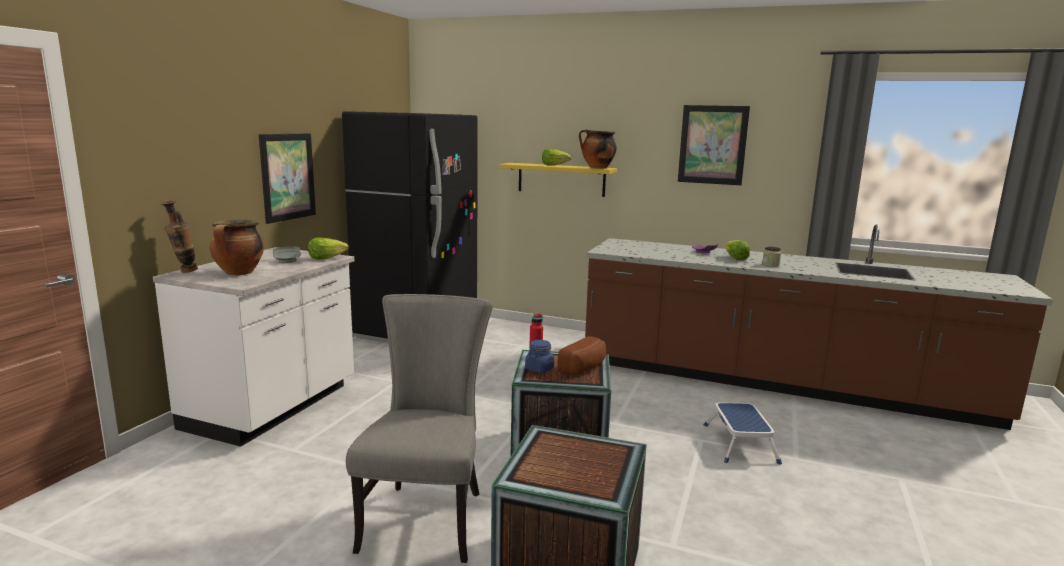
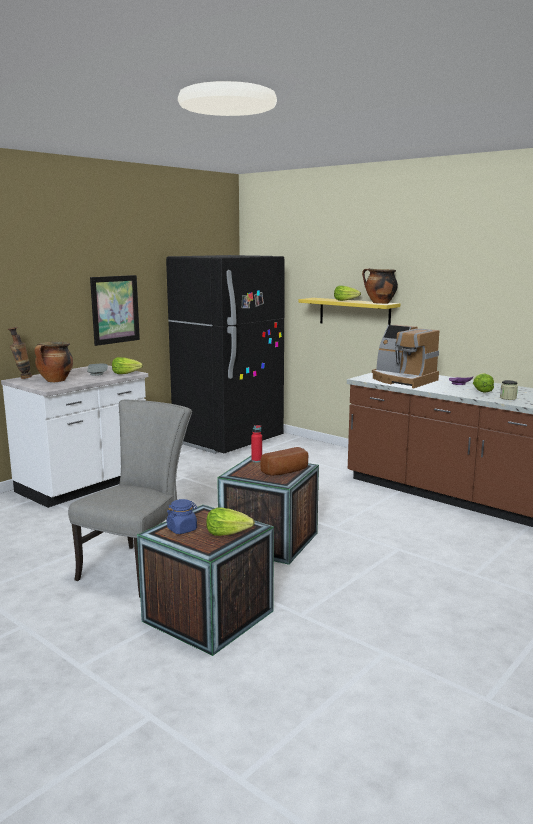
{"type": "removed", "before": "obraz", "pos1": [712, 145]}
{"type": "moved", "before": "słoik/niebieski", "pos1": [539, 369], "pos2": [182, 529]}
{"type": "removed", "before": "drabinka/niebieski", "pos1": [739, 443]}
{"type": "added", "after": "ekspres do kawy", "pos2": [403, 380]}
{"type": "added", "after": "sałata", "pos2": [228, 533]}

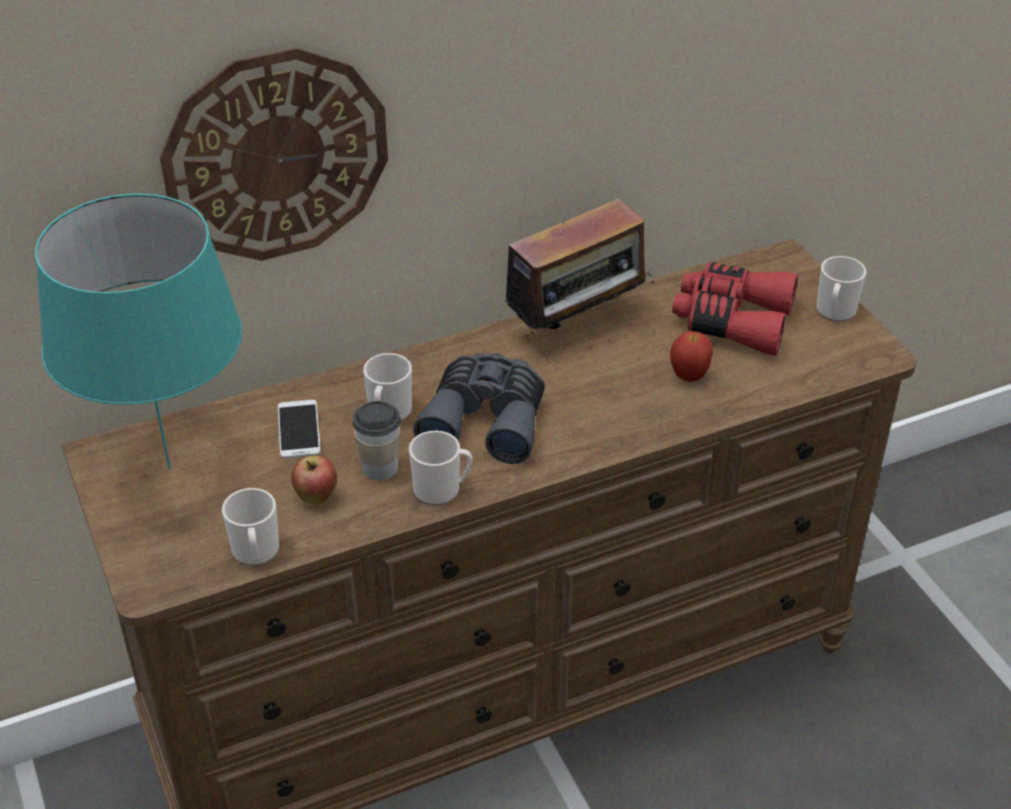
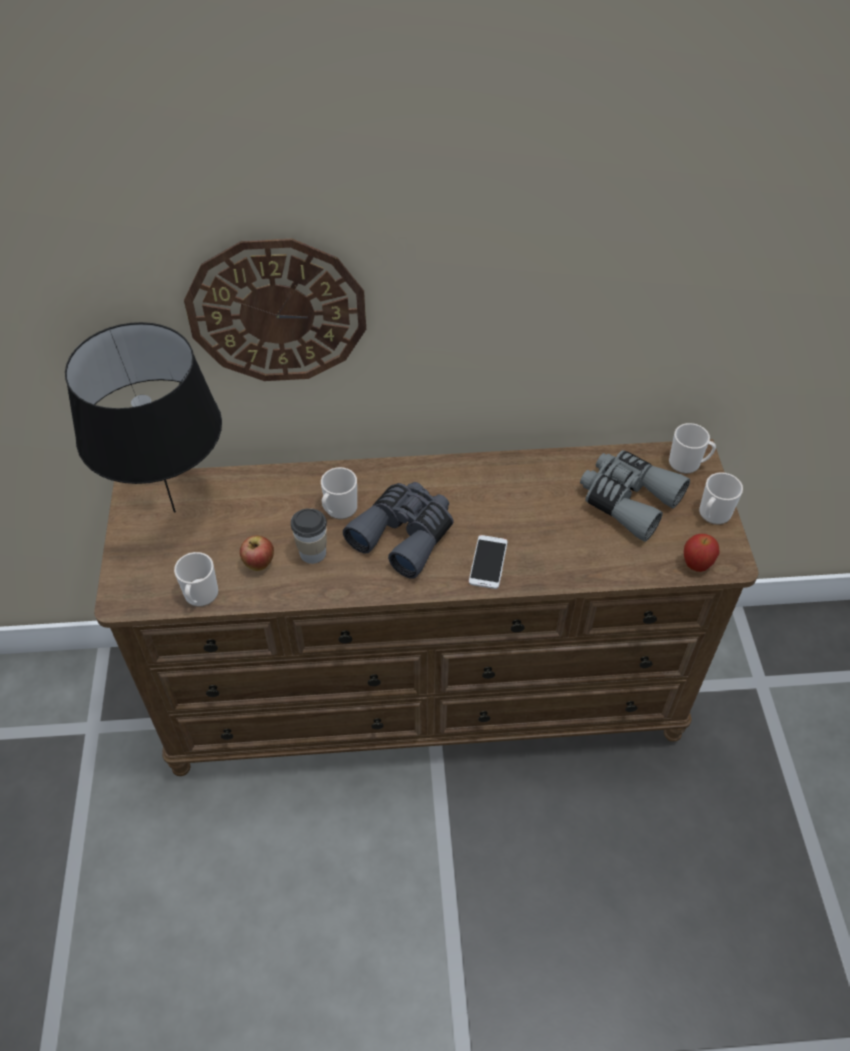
{"type": "recoloured", "before": "lampa stołowa/turkusowy", "after": "lampa stołowa/czarny", "pos1": [169, 467], "pos2": [175, 511]}
{"type": "removed", "before": "radio", "pos1": [577, 326]}
{"type": "recoloured", "before": "lornetka/czerwony", "after": "lornetka/szary", "pos1": [732, 320], "pos2": [627, 500]}
{"type": "moved", "before": "jabłko", "pos1": [689, 376], "pos2": [696, 565]}
{"type": "moved", "before": "telefon", "pos1": [299, 429], "pos2": [488, 562]}
{"type": "moved", "before": "kubek", "pos1": [442, 490], "pos2": [687, 463]}

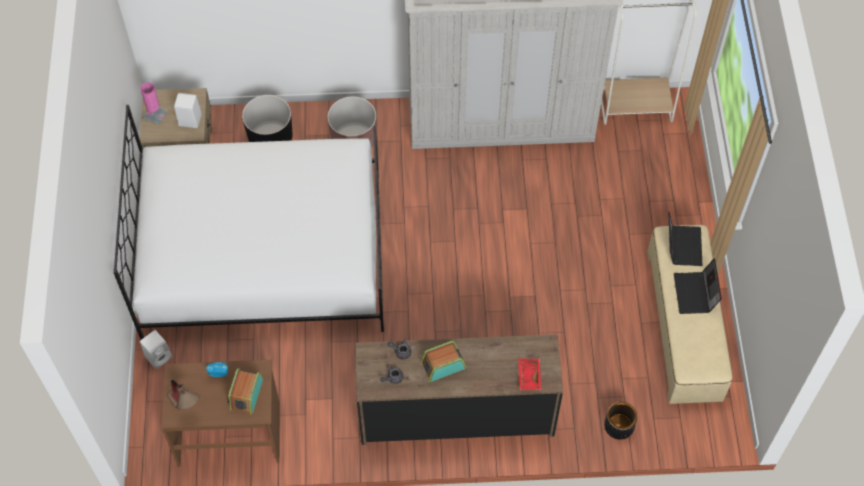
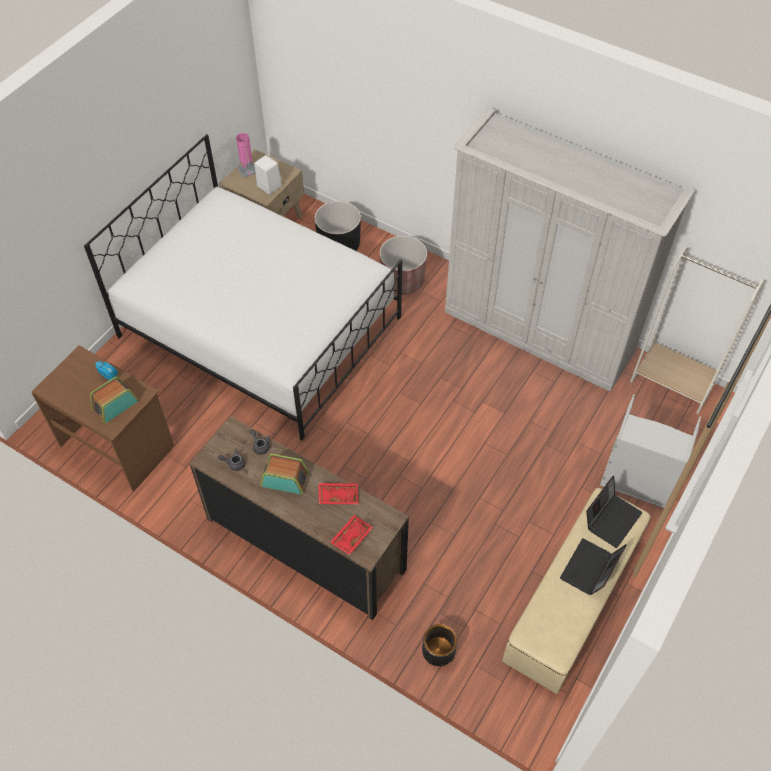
{"type": "removed", "before": "głośnik/biały", "pos1": [159, 356]}
{"type": "removed", "before": "lampa stołowa", "pos1": [186, 405]}
{"type": "added", "after": "kosz na pranie/szary", "pos2": [637, 482]}
{"type": "added", "after": "taca/czerwony", "pos2": [338, 495]}

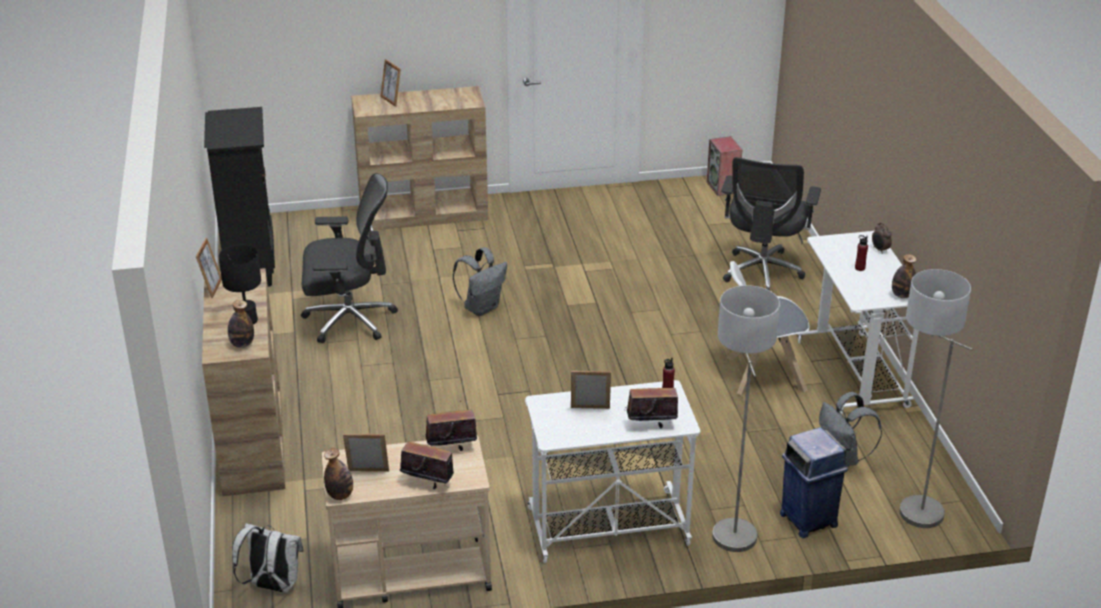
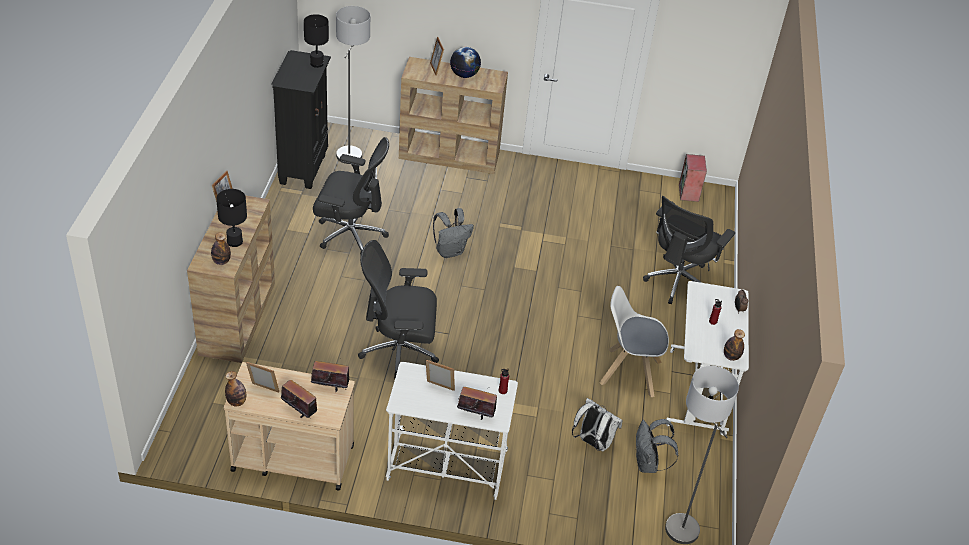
{"type": "moved", "before": "lampa stojąca/szary", "pos1": [731, 527], "pos2": [351, 151]}
{"type": "removed", "before": "kosz na śmieci/niebieski", "pos1": [808, 519]}
{"type": "moved", "before": "plecak/biały", "pos1": [272, 586], "pos2": [592, 442]}
{"type": "added", "after": "lampa stołowa/czarny", "pos2": [317, 63]}
{"type": "added", "after": "globus", "pos2": [464, 75]}
{"type": "added", "after": "krzesło biurowe", "pos2": [400, 351]}

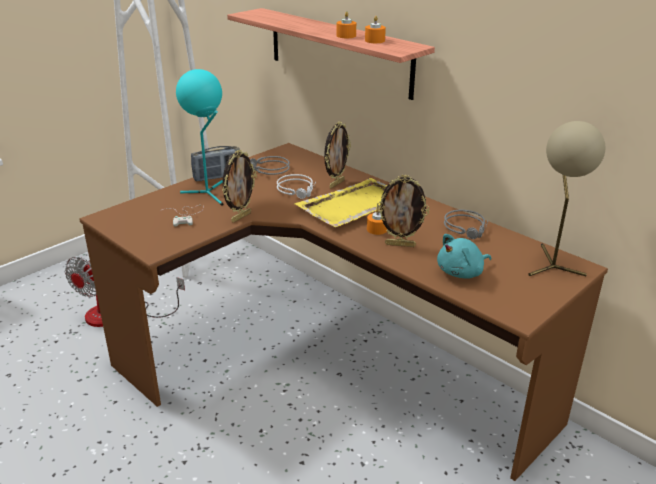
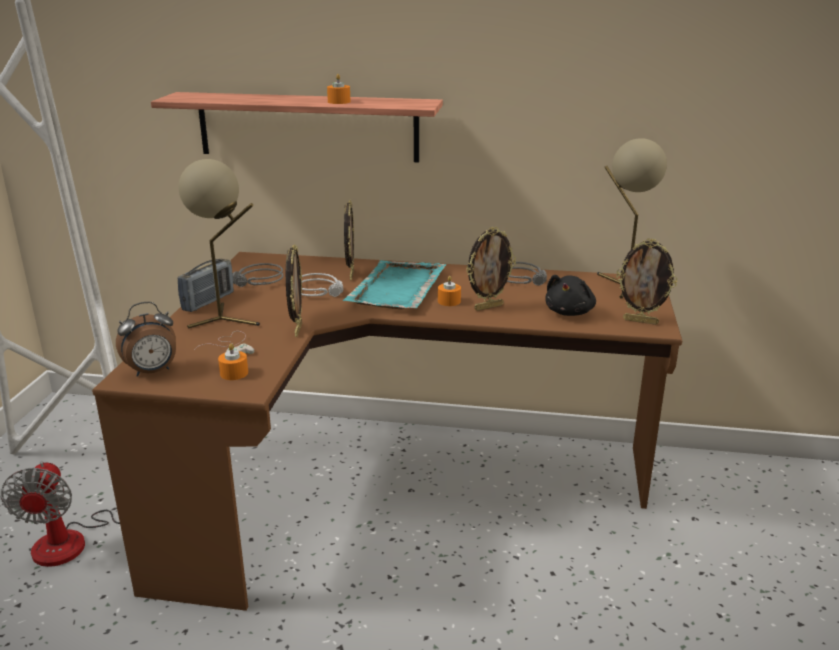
{"type": "moved", "before": "świeca/pomarańczowy", "pos1": [374, 40], "pos2": [234, 373]}
{"type": "recoloured", "before": "lampa stołowa/turkusowy", "after": "lampa stołowa/beżowy", "pos1": [209, 194], "pos2": [225, 320]}
{"type": "recoloured", "before": "taca/żółty", "after": "taca/turkusowy", "pos1": [353, 205], "pos2": [396, 288]}
{"type": "recoloured", "before": "pluszak/turkusowy", "after": "pluszak/czarny", "pos1": [462, 272], "pos2": [570, 312]}
{"type": "added", "after": "ramka na zdjęcie", "pos2": [640, 321]}
{"type": "added", "after": "budzik", "pos2": [152, 372]}

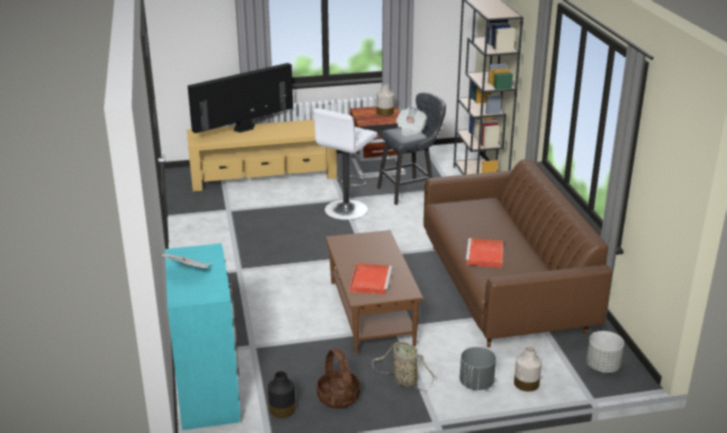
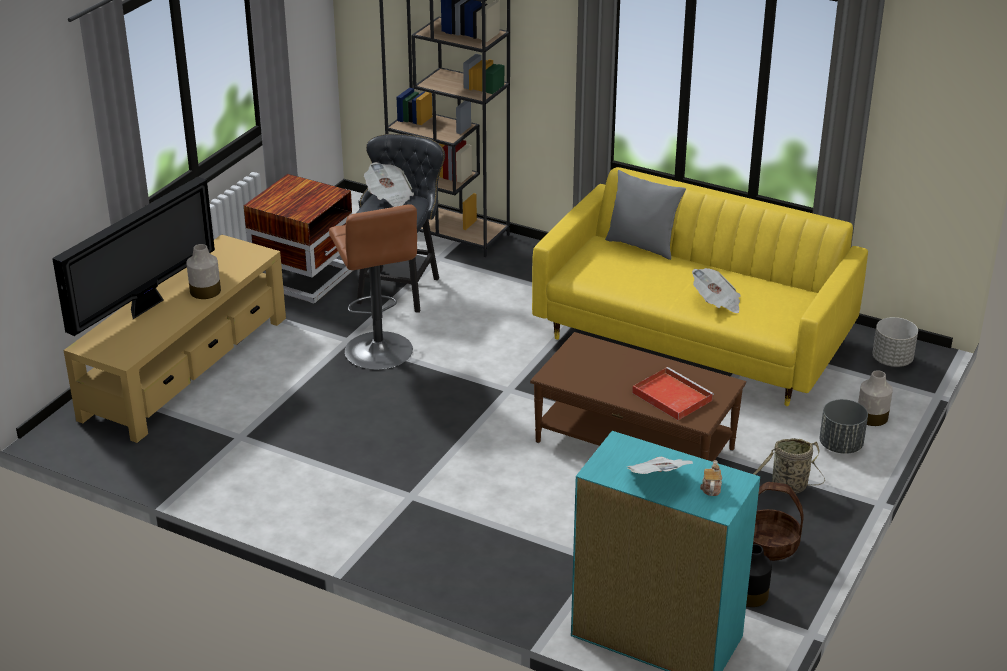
{"type": "turned", "before": "telewizor", "pos1": [244, 129], "pos2": [146, 306], "turn": -150}
{"type": "moved", "before": "wazon/beżowy", "pos1": [384, 112], "pos2": [205, 291]}
{"type": "recoloured", "before": "stołek/biały", "after": "stołek/brązowy", "pos1": [345, 210], "pos2": [378, 351]}
{"type": "recoloured", "before": "kanapa/brązowy", "after": "kanapa/żółty", "pos1": [503, 289], "pos2": [693, 340]}
{"type": "replaced", "before": "taca/czerwony", "after": "gazeta", "pos1": [485, 255], "pos2": [716, 302]}
{"type": "added", "after": "poduszka/szary", "pos2": [642, 245]}
{"type": "added", "after": "imbryk", "pos2": [711, 487]}

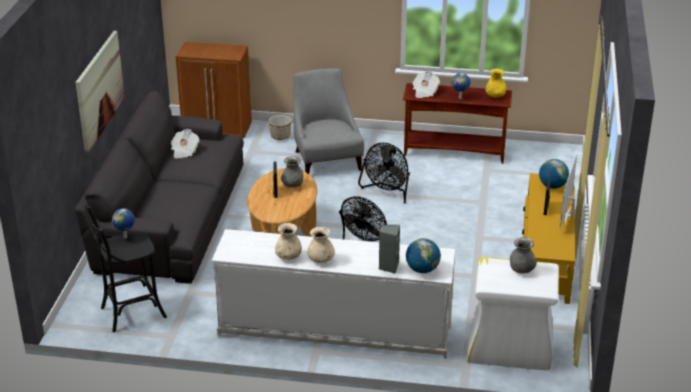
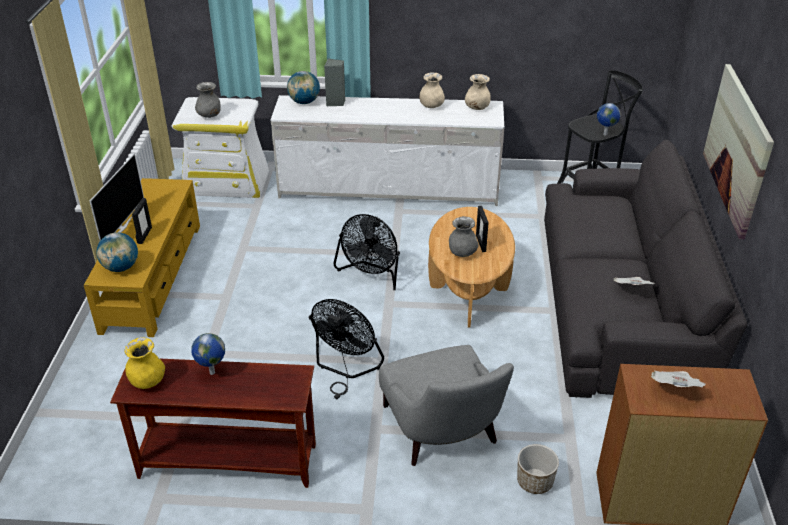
{"type": "moved", "before": "gazeta", "pos1": [424, 92], "pos2": [675, 389]}
{"type": "moved", "before": "wazon/beżowy", "pos1": [321, 260], "pos2": [477, 108]}

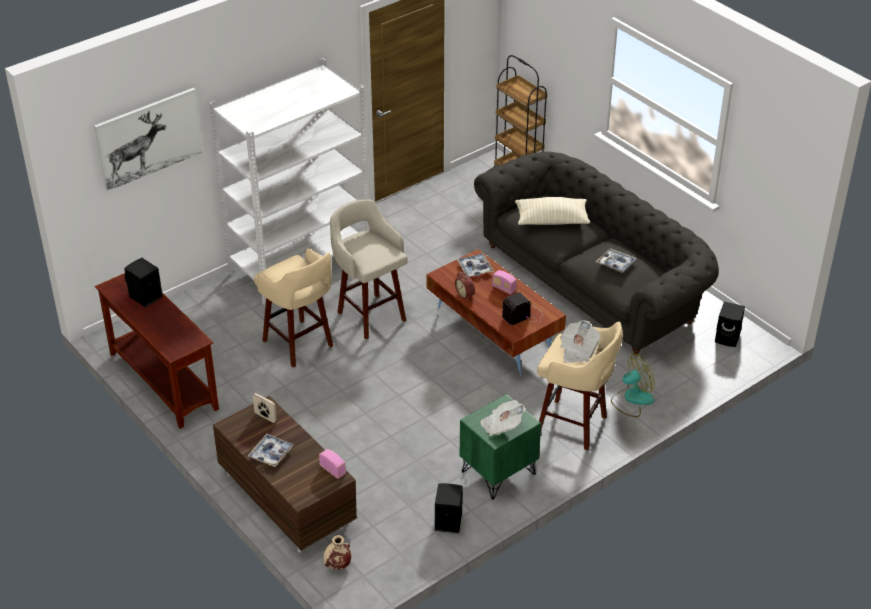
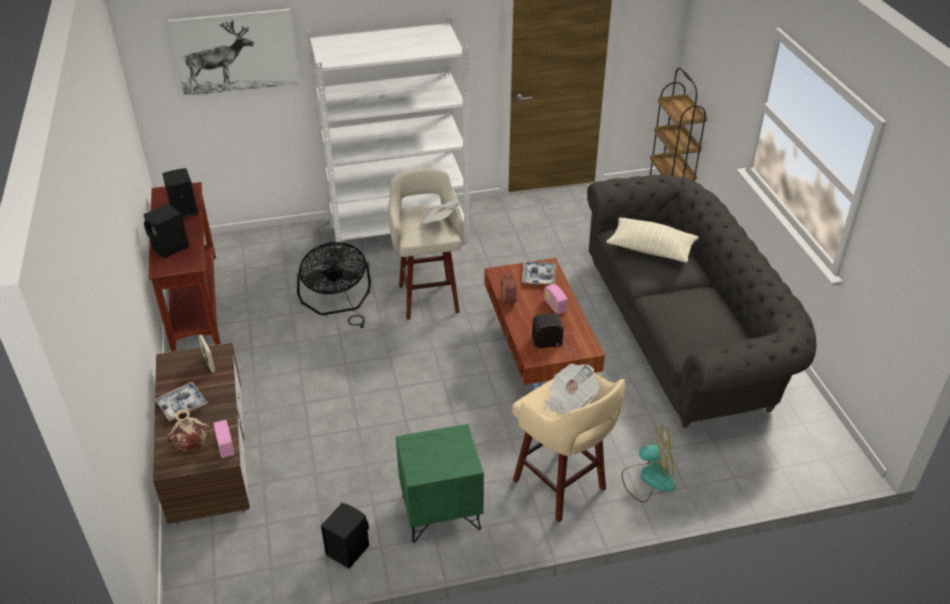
{"type": "replaced", "before": "stołek/beżowy", "after": "wentylator/czarny", "pos1": [299, 345], "pos2": [340, 306]}
{"type": "removed", "before": "taca", "pos1": [615, 263]}
{"type": "moved", "before": "głośnik/czarny", "pos1": [728, 338], "pos2": [171, 248]}
{"type": "moved", "before": "gazeta", "pos1": [501, 426], "pos2": [438, 221]}
{"type": "moved", "before": "wazon/beżowy", "pos1": [337, 565], "pos2": [191, 445]}

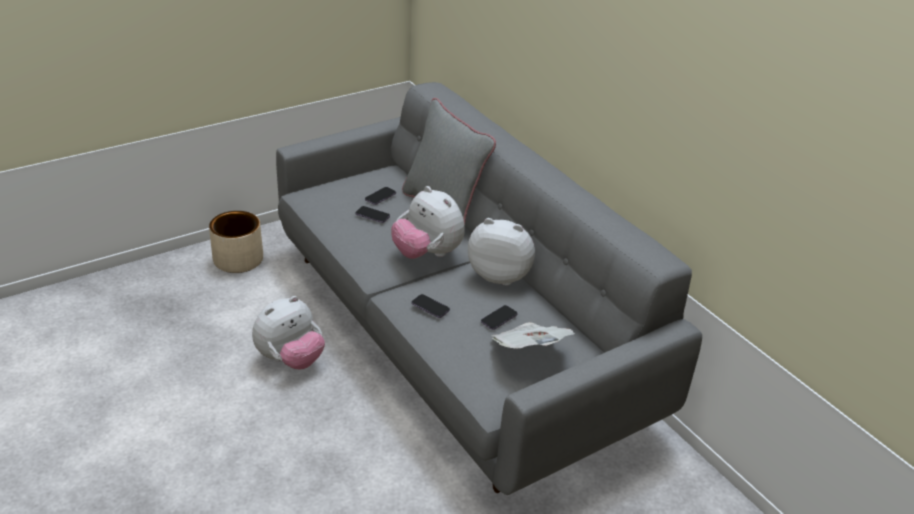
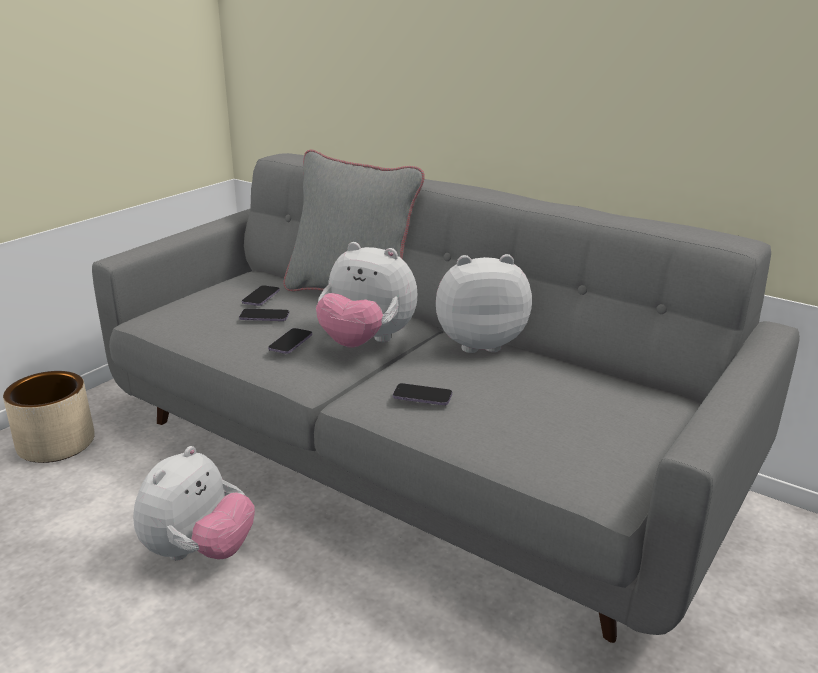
{"type": "moved", "before": "telefon", "pos1": [499, 318], "pos2": [290, 343]}
{"type": "removed", "before": "gazeta", "pos1": [529, 351]}

